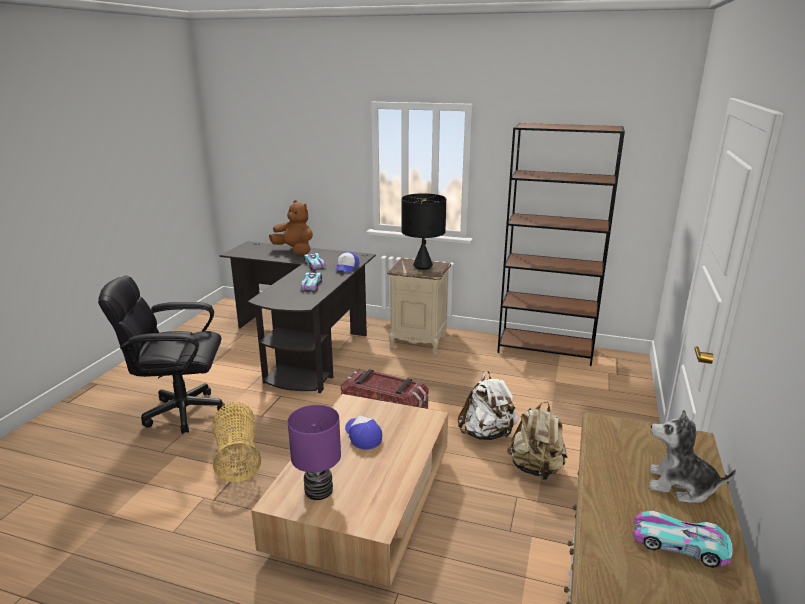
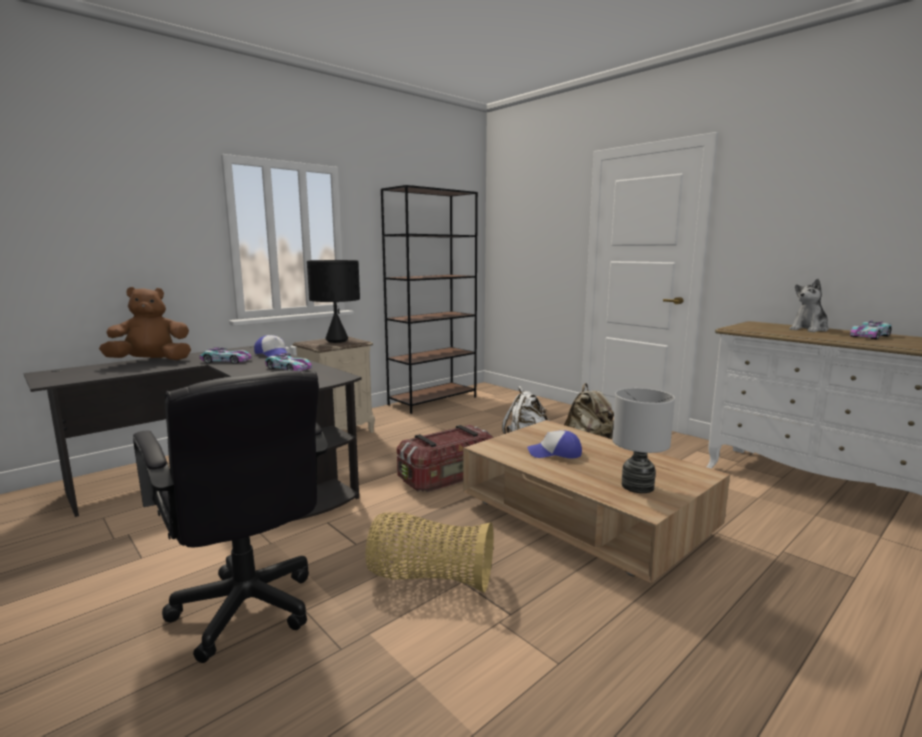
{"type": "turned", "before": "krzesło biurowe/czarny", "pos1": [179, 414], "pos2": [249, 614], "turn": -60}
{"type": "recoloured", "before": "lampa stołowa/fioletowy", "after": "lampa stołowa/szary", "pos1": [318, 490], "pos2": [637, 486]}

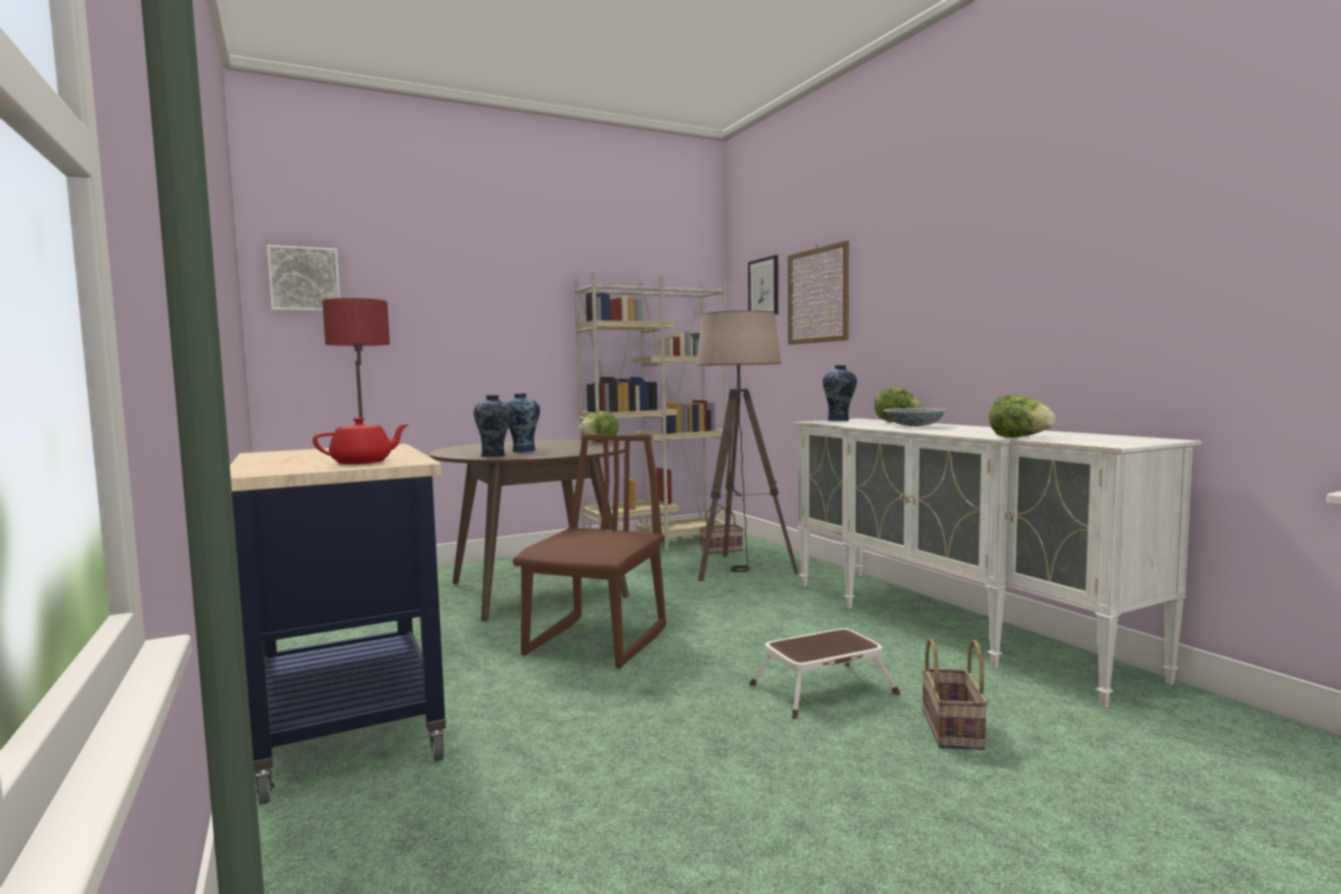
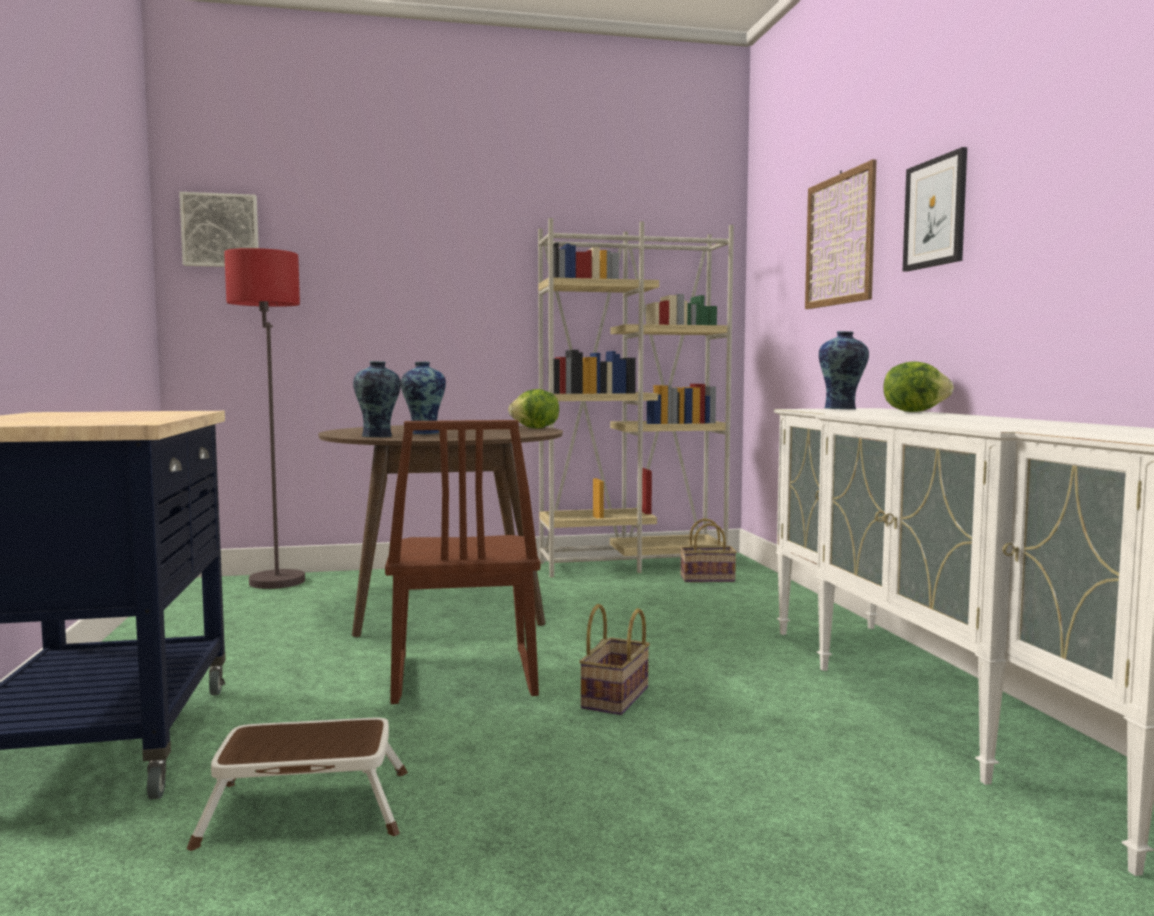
{"type": "moved", "before": "obraz", "pos1": [763, 287], "pos2": [935, 213]}
{"type": "removed", "before": "lampa stojąca", "pos1": [741, 569]}
{"type": "removed", "before": "sałata", "pos1": [1020, 438]}
{"type": "removed", "before": "miska", "pos1": [914, 426]}
{"type": "removed", "before": "imbryk/czerwony", "pos1": [363, 462]}
{"type": "turned", "before": "krzesło/brązowy", "pos1": [598, 642], "pos2": [461, 677], "turn": 135}
{"type": "moved", "before": "drabinka/brązowy", "pos1": [823, 689], "pos2": [306, 808]}
{"type": "moved", "before": "koszyk", "pos1": [954, 730], "pos2": [616, 699]}

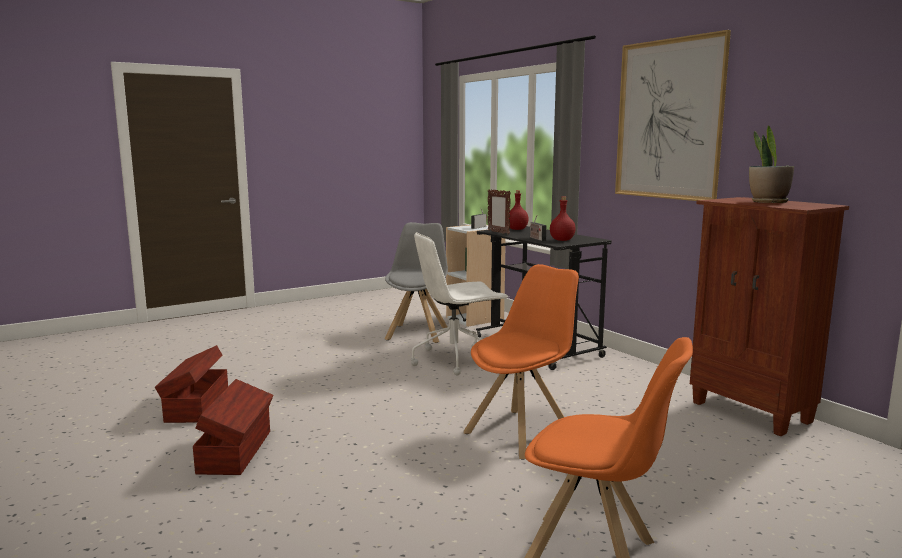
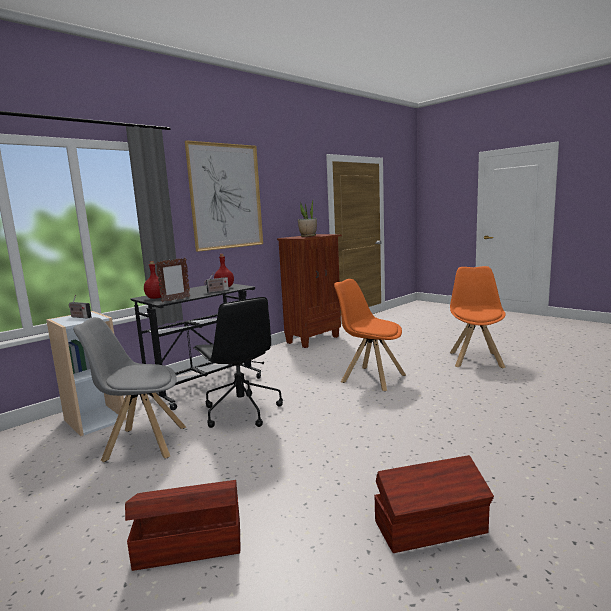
{"type": "recoloured", "before": "krzesło biurowe/biały", "after": "krzesło biurowe/czarny", "pos1": [457, 360], "pos2": [240, 410]}
{"type": "moved", "before": "pojemnik do przechowywania/brązowy", "pos1": [237, 451], "pos2": [188, 543]}

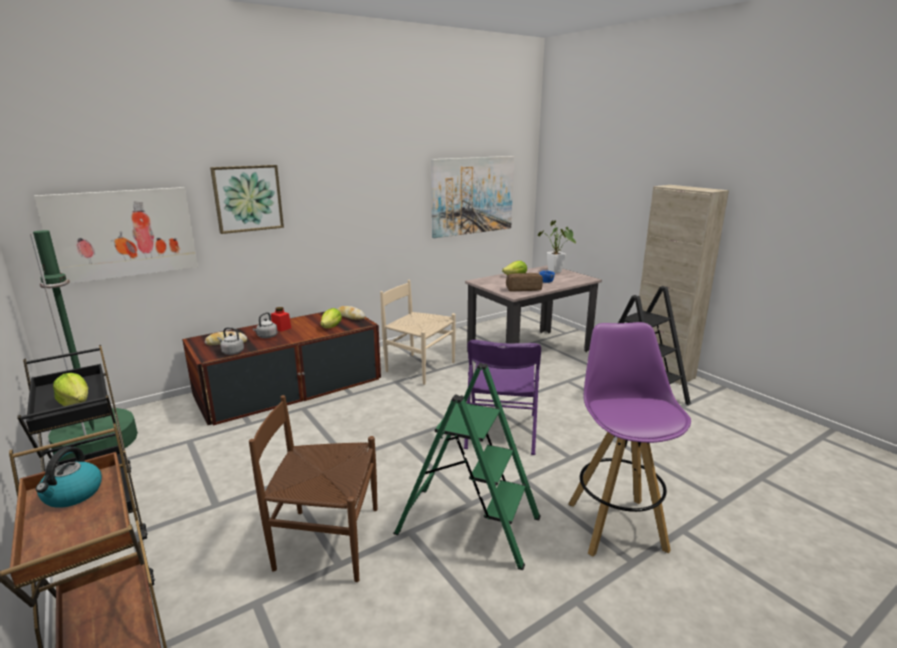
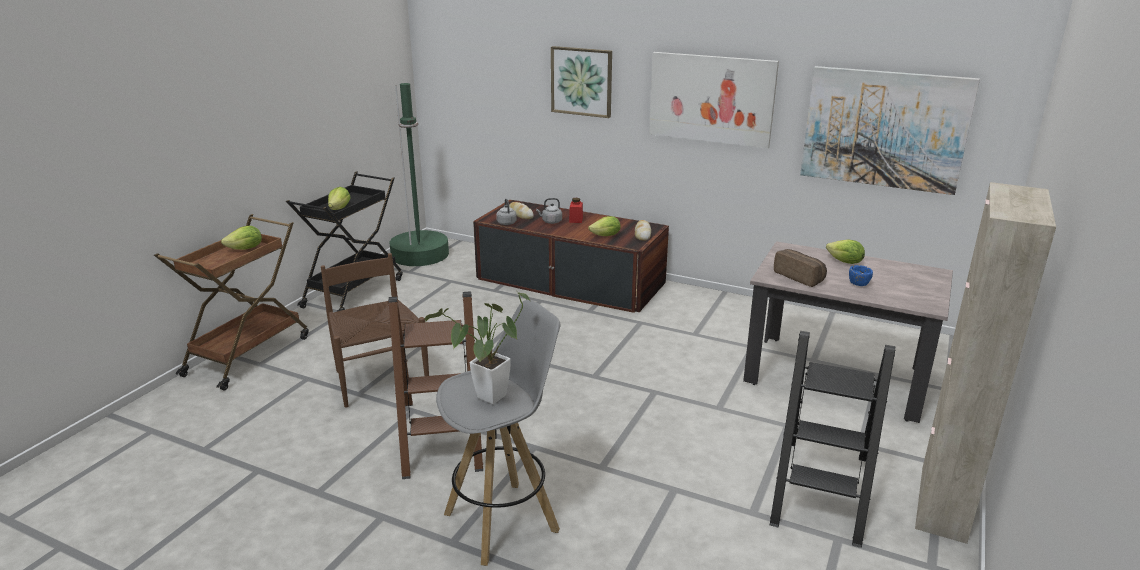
{"type": "moved", "before": "obraz", "pos1": [122, 233], "pos2": [711, 99]}
{"type": "moved", "before": "roślina doniczkowa", "pos1": [556, 272], "pos2": [487, 400]}
{"type": "removed", "before": "krzesło/beżowy", "pos1": [418, 368]}
{"type": "recoloured", "before": "stołek/fioletowy", "after": "stołek/szary", "pos1": [616, 524], "pos2": [504, 521]}
{"type": "removed", "before": "krzesło/fioletowy", "pos1": [501, 431]}
{"type": "recoloured", "before": "drabinka/zielony", "after": "drabinka/brązowy", "pos1": [466, 523], "pos2": [442, 434]}
{"type": "replaced", "before": "czajnik", "after": "sałata", "pos1": [72, 495], "pos2": [246, 249]}

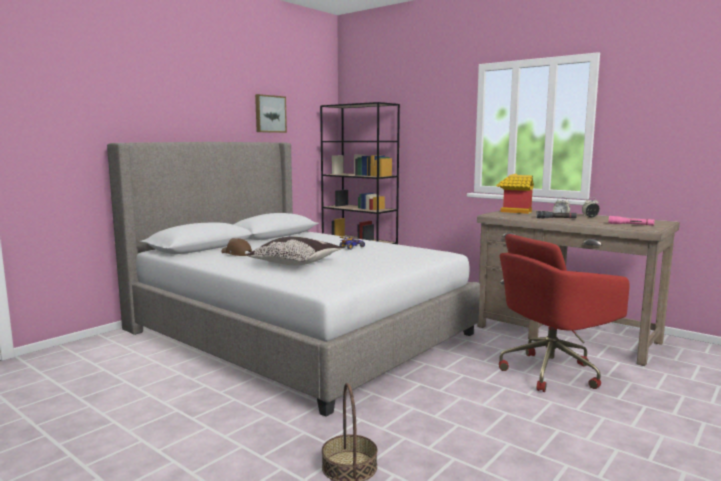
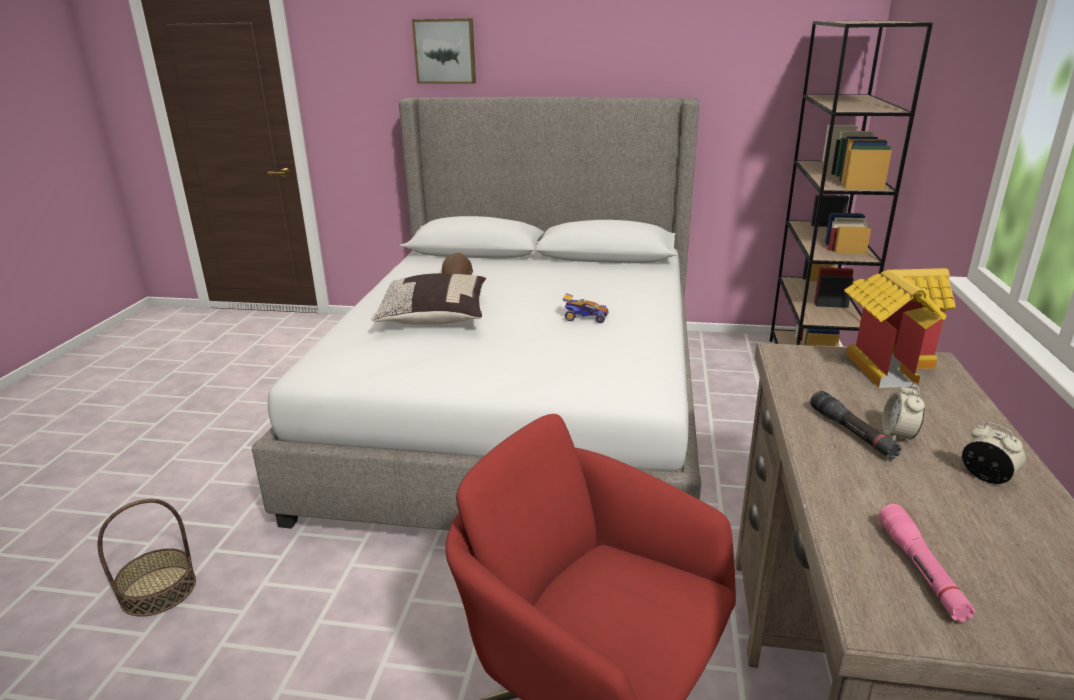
{"type": "moved", "before": "obraz", "pos1": [269, 114], "pos2": [445, 51]}

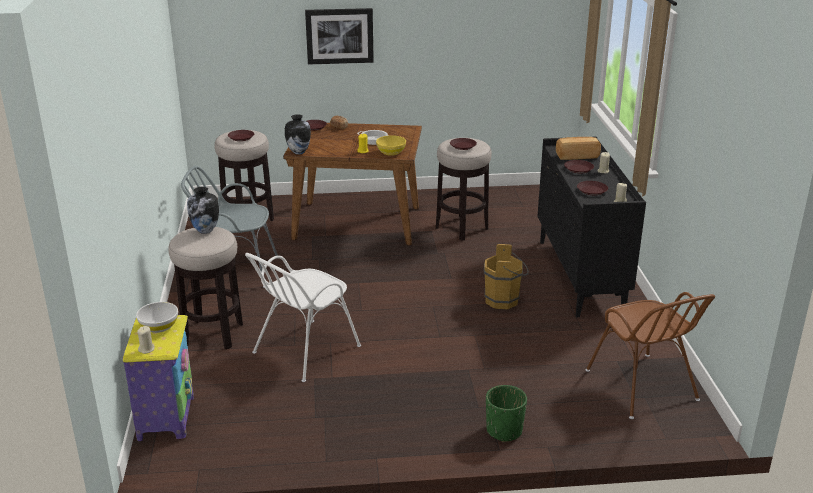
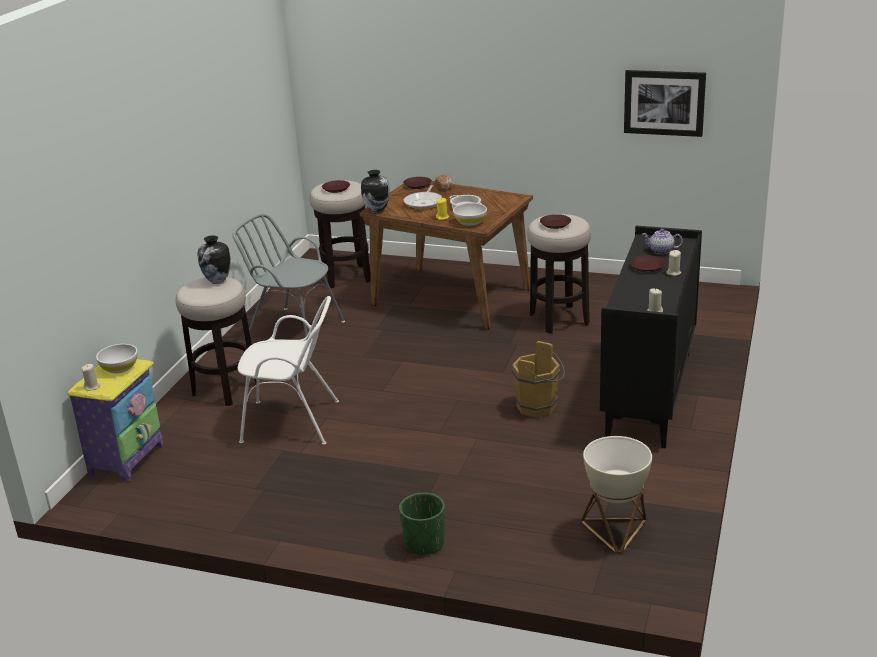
{"type": "moved", "before": "obraz", "pos1": [339, 36], "pos2": [664, 102]}
{"type": "recoloured", "before": "miska/żółty", "after": "miska/biały", "pos1": [391, 152], "pos2": [470, 222]}
{"type": "replaced", "before": "chleb", "after": "imbryk", "pos1": [577, 156], "pos2": [661, 251]}
{"type": "removed", "before": "talerz/brązowy", "pos1": [592, 190]}
{"type": "turned", "before": "krzesło/biały", "pos1": [304, 351], "pos2": [295, 421], "turn": -150}
{"type": "replaced", "before": "krzesło/brązowy", "after": "donica", "pos1": [643, 387], "pos2": [614, 533]}
{"type": "added", "after": "patelnia", "pos2": [424, 202]}

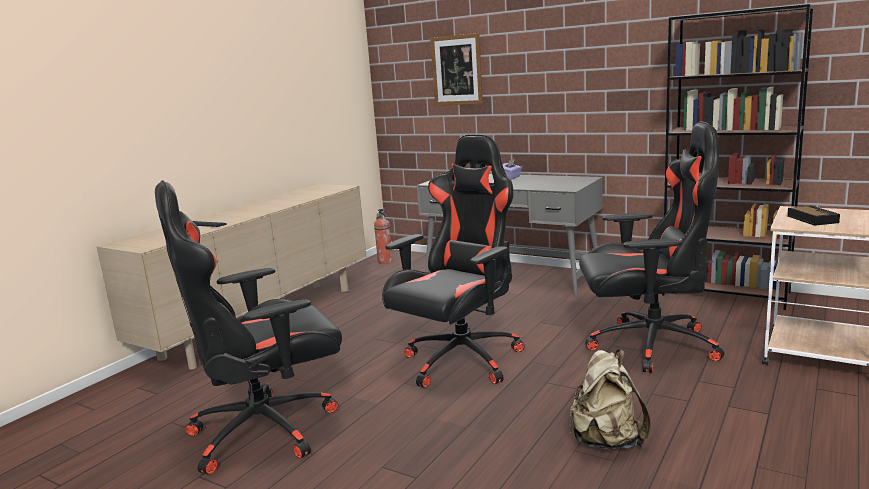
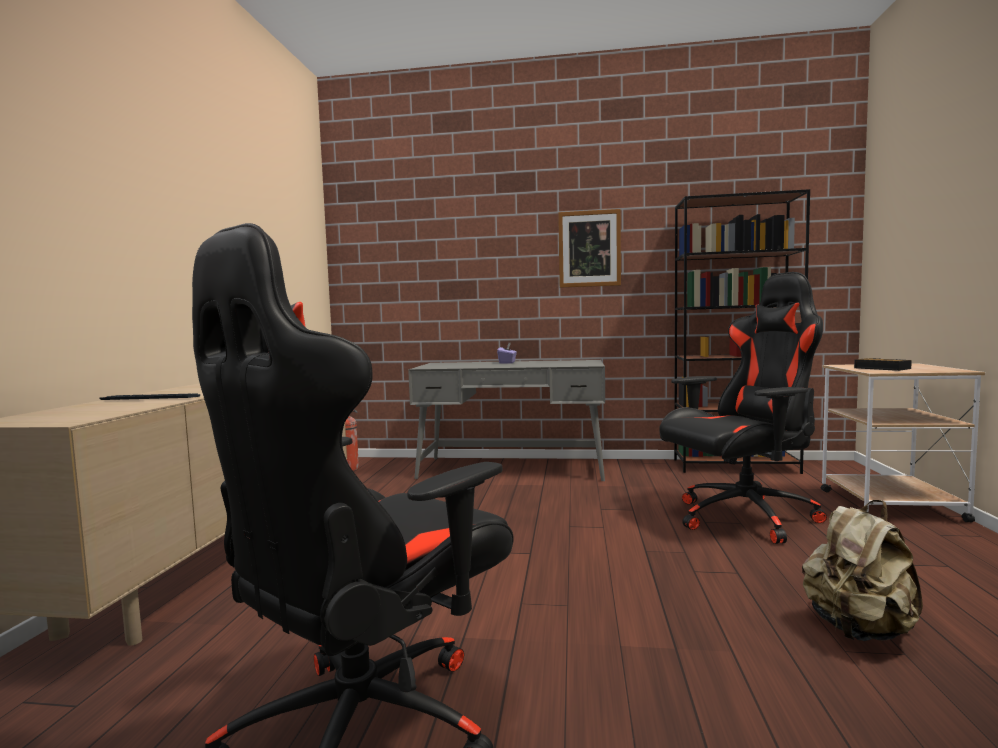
{"type": "moved", "before": "obraz", "pos1": [457, 70], "pos2": [589, 249]}
{"type": "removed", "before": "krzesło biurowe/czarny", "pos1": [457, 365]}

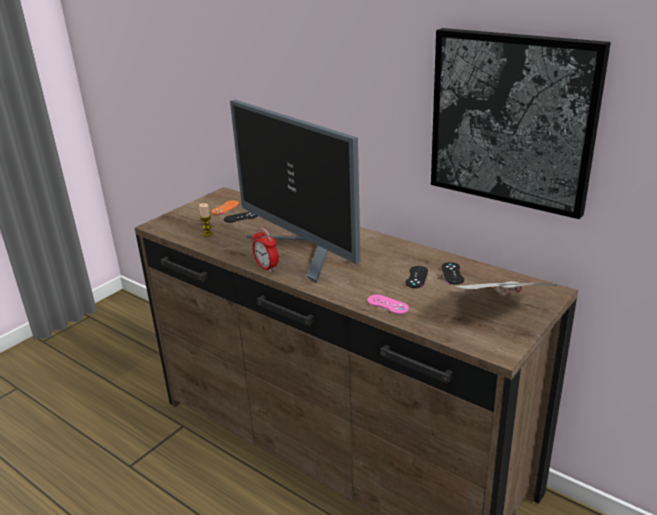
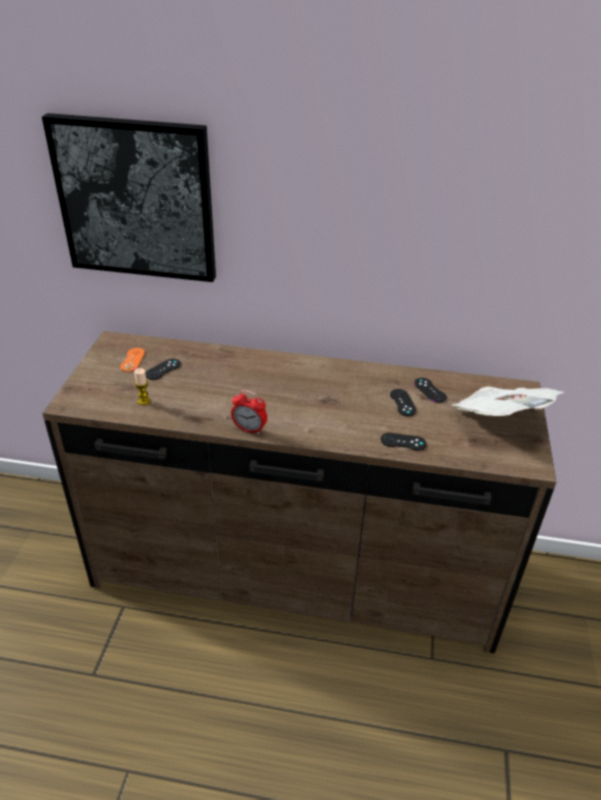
{"type": "moved", "before": "obraz", "pos1": [512, 120], "pos2": [136, 199]}
{"type": "removed", "before": "monitor", "pos1": [302, 252]}
{"type": "recoloured", "before": "pad do gier/różowy", "after": "pad do gier/czarny", "pos1": [387, 304], "pos2": [403, 442]}

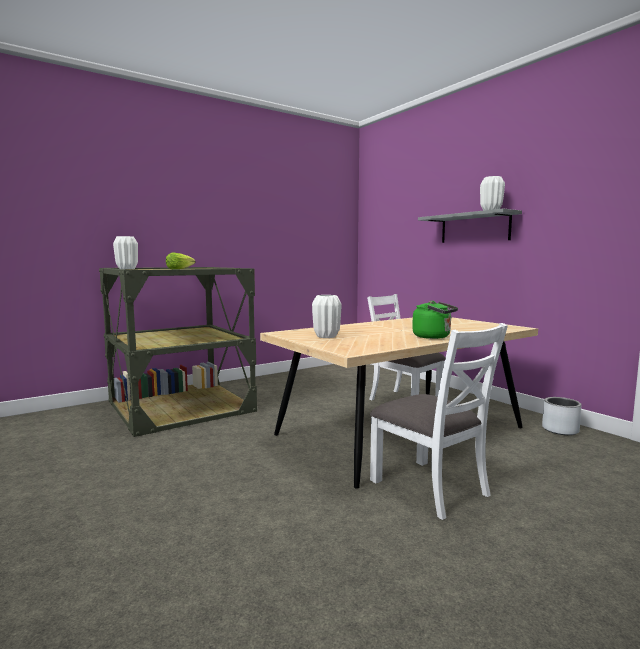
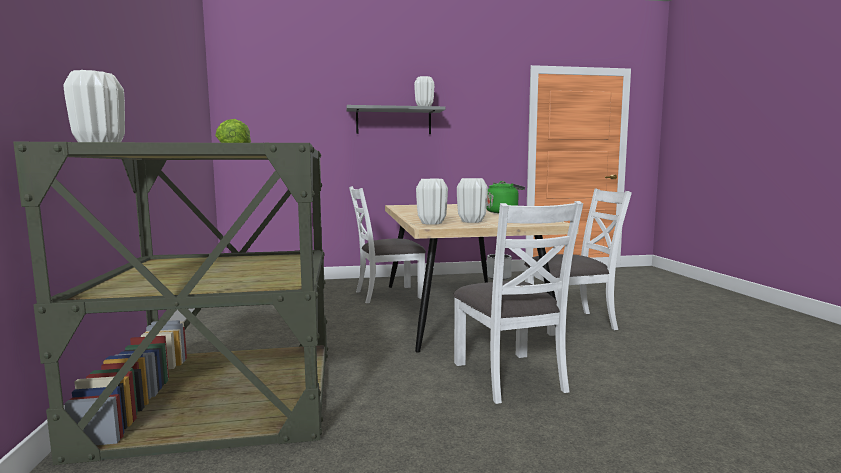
{"type": "added", "after": "wazon/biały", "pos2": [431, 223]}
{"type": "added", "after": "krzesło/biały", "pos2": [510, 376]}

